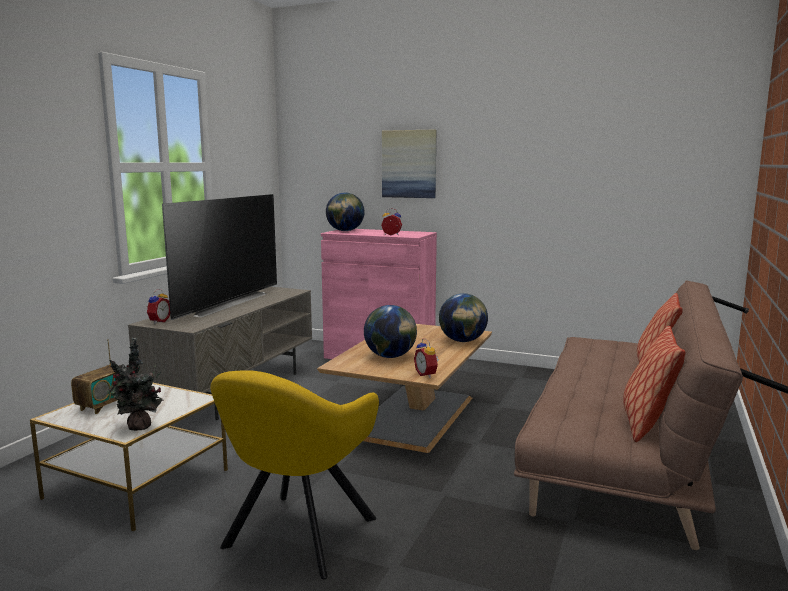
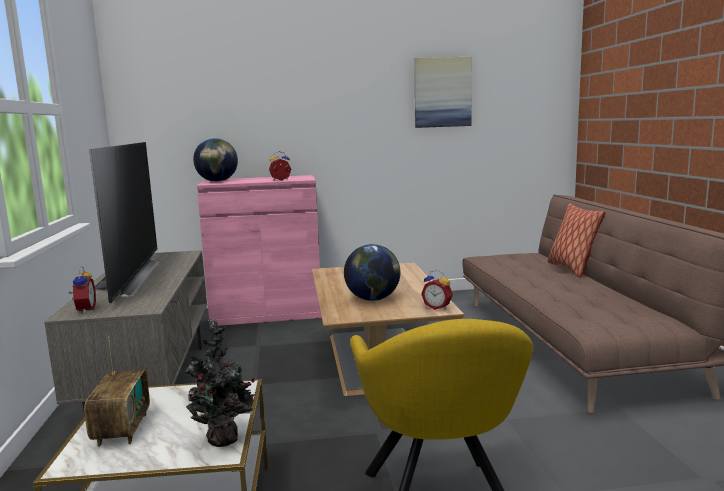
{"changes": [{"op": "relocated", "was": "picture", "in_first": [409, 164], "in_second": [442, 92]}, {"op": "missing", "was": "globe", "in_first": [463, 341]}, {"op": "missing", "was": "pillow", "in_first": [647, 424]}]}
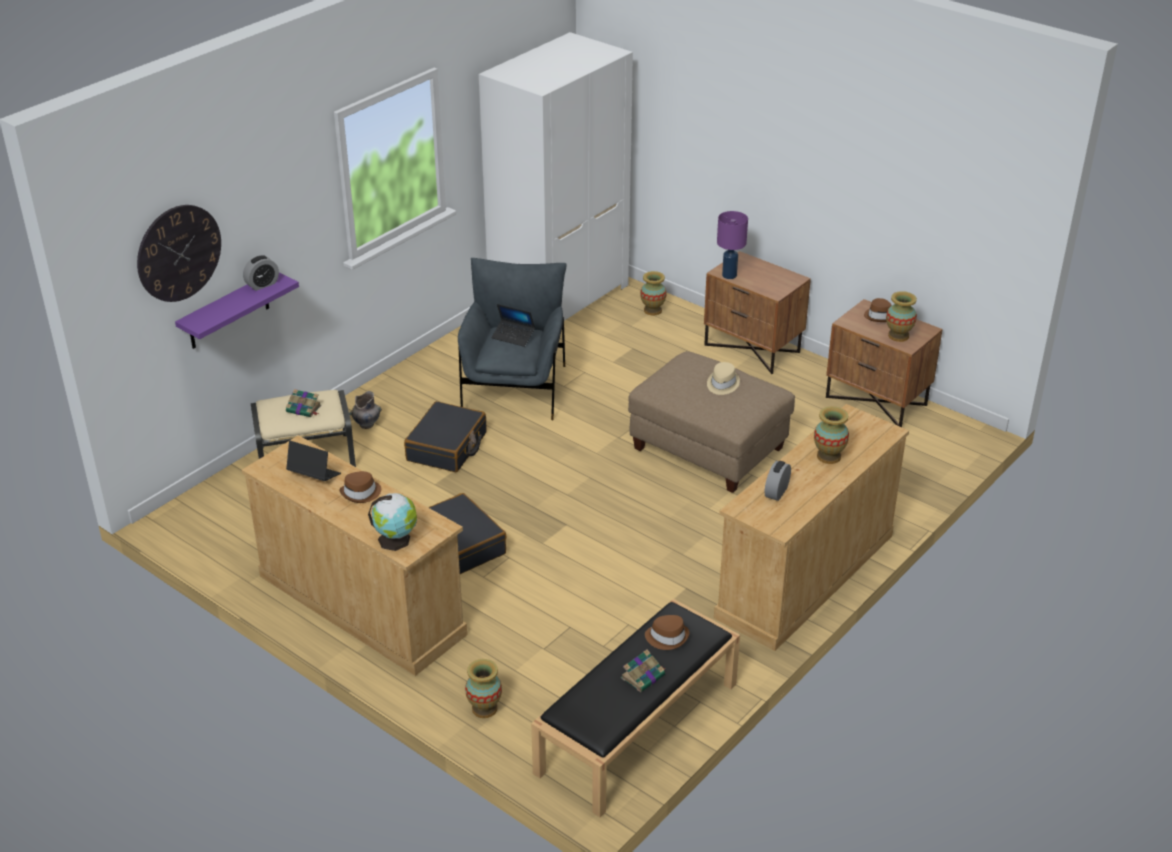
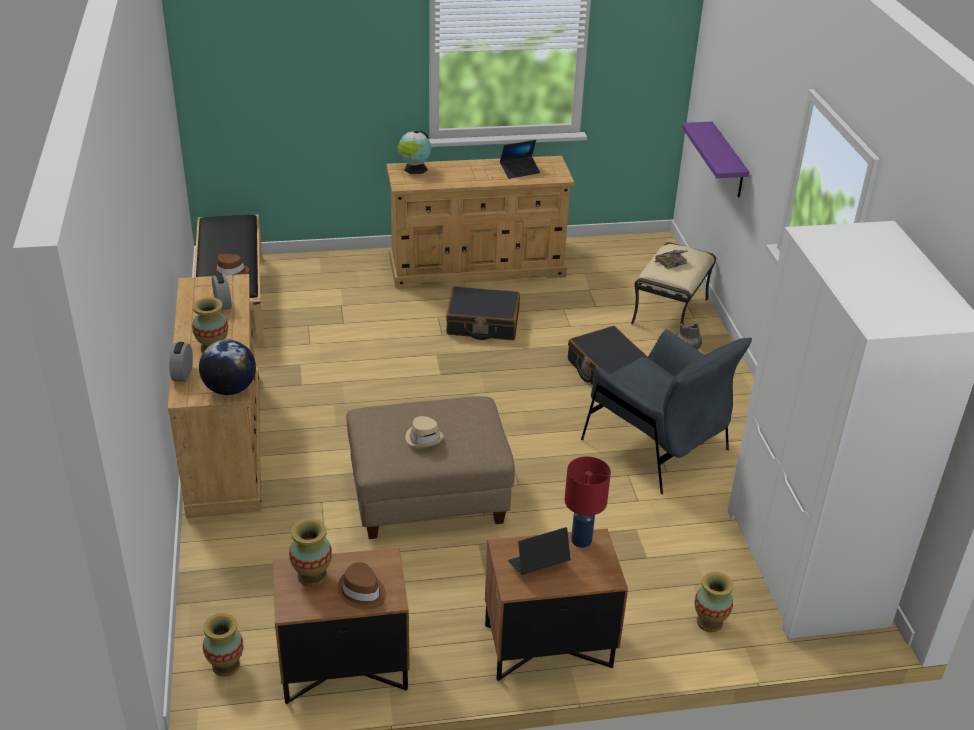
{"changes": [{"op": "missing", "was": "wall clock", "in_first": [179, 253]}, {"op": "relocated", "was": "alarm clock", "in_first": [262, 284], "in_second": [183, 374]}, {"op": "missing", "was": "brown hat", "in_first": [361, 493]}, {"op": "relocated", "was": "vase", "in_first": [484, 709], "in_second": [226, 665]}, {"op": "relocated", "was": "laptop", "in_first": [513, 336], "in_second": [538, 565]}, {"op": "missing", "was": "book", "in_first": [643, 676]}, {"op": "colour", "was": "purple table lamp", "now": "red table lamp", "in_first": [730, 275], "in_second": [581, 540]}, {"op": "appeared", "now": "globe", "in_second": [230, 389]}]}
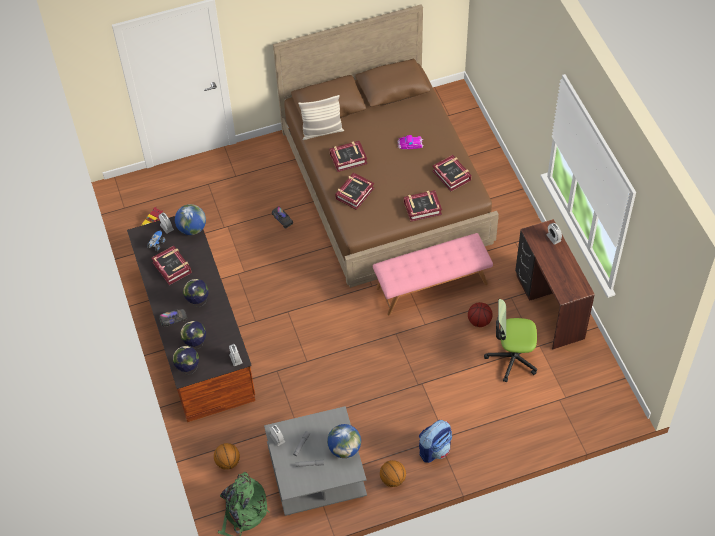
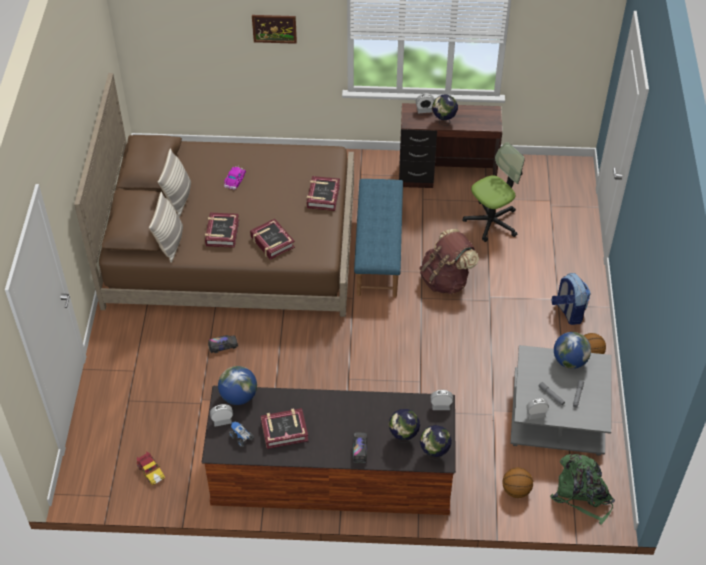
{"changes": [{"op": "relocated", "was": "globe", "in_first": [198, 302], "in_second": [444, 122]}, {"op": "colour", "was": "pink bench", "now": "blue bench", "in_first": [431, 285], "in_second": [378, 251]}, {"op": "missing", "was": "book", "in_first": [452, 175]}, {"op": "missing", "was": "basketball", "in_first": [479, 321]}, {"op": "spun", "was": "office chair", "in_first": [512, 358], "in_second": [491, 222], "clockwise": -150}, {"op": "appeared", "now": "pillow", "in_second": [178, 199]}, {"op": "appeared", "now": "picture", "in_second": [274, 28]}, {"op": "appeared", "now": "brown backpack", "in_second": [446, 280]}]}
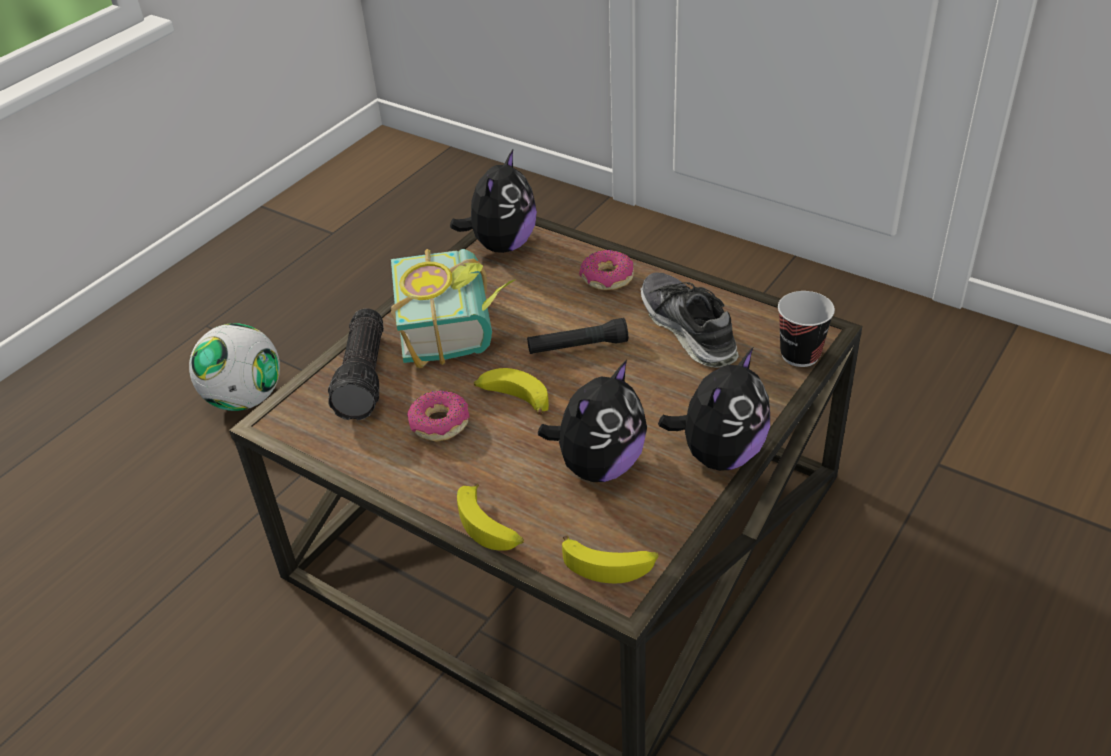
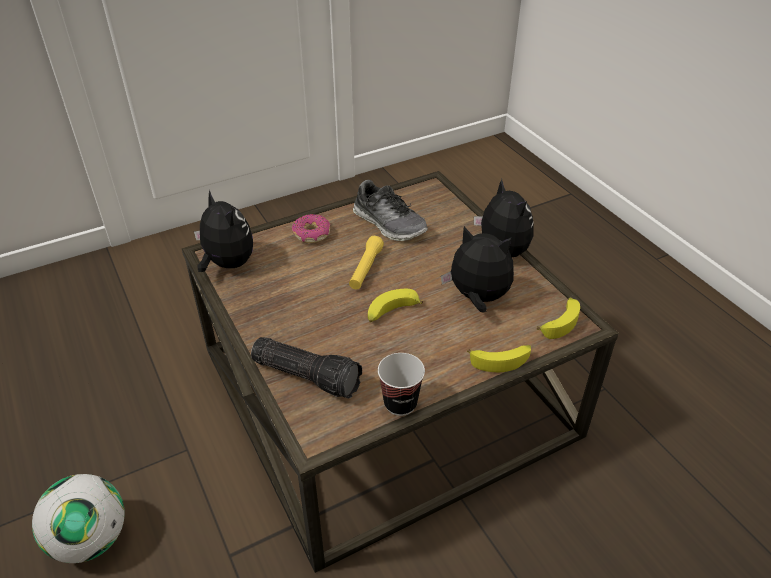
{"changes": [{"op": "missing", "was": "book", "in_first": [458, 327]}, {"op": "missing", "was": "donut", "in_first": [439, 423]}, {"op": "colour", "was": "black flashlight", "now": "yellow flashlight", "in_first": [577, 346], "in_second": [365, 269]}, {"op": "spun", "was": "plush toy", "in_first": [599, 465], "in_second": [477, 298], "clockwise": -45}, {"op": "spun", "was": "shoe", "in_first": [687, 330], "in_second": [389, 224], "clockwise": -135}, {"op": "relocated", "was": "cup", "in_first": [800, 355], "in_second": [400, 403]}]}
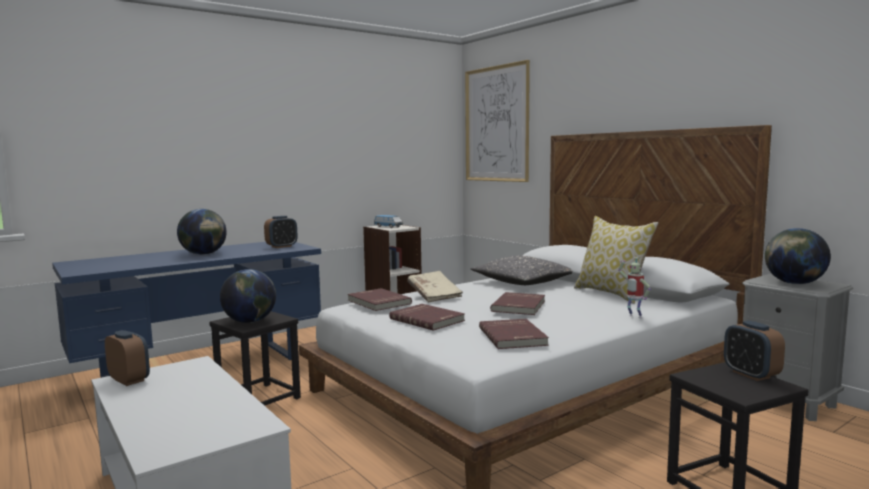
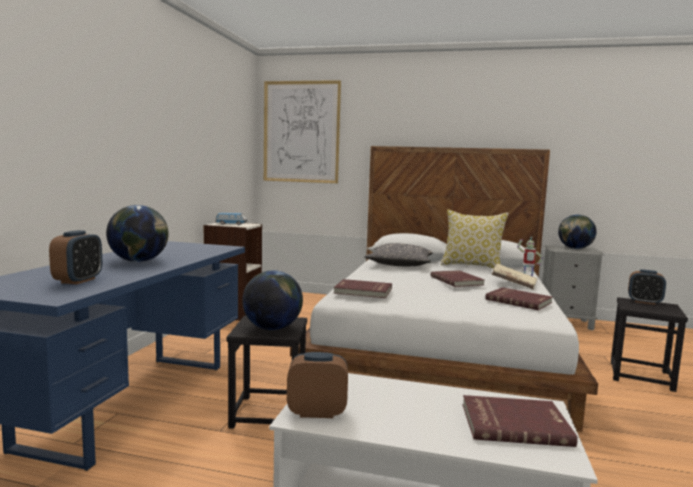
{"changes": [{"op": "relocated", "was": "alarm clock", "in_first": [281, 246], "in_second": [78, 281]}, {"op": "relocated", "was": "red book", "in_first": [428, 319], "in_second": [514, 423]}, {"op": "relocated", "was": "beige book", "in_first": [434, 295], "in_second": [513, 284]}]}
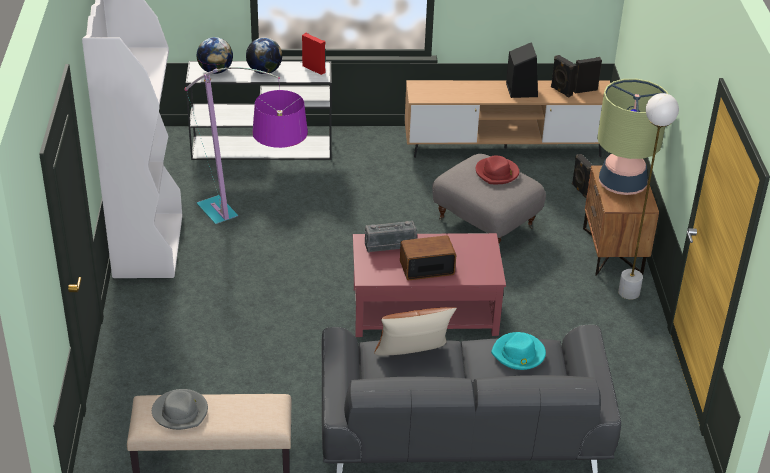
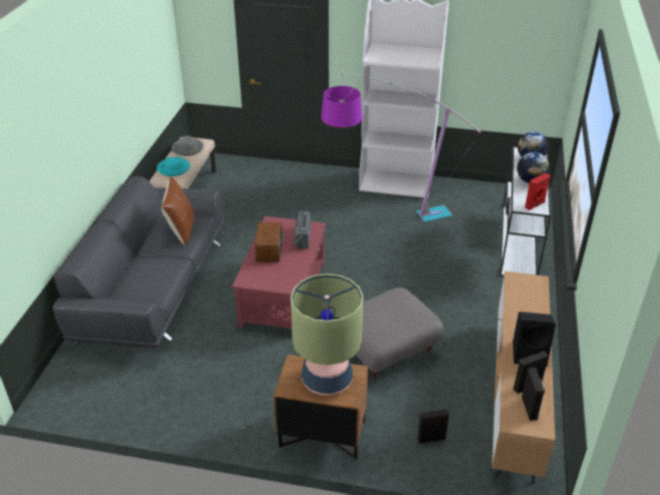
{"changes": [{"op": "missing", "was": "red hat", "in_first": [497, 173]}, {"op": "relocated", "was": "turquoise hat", "in_first": [519, 354], "in_second": [173, 168]}, {"op": "missing", "was": "white floor lamp", "in_first": [628, 293]}]}
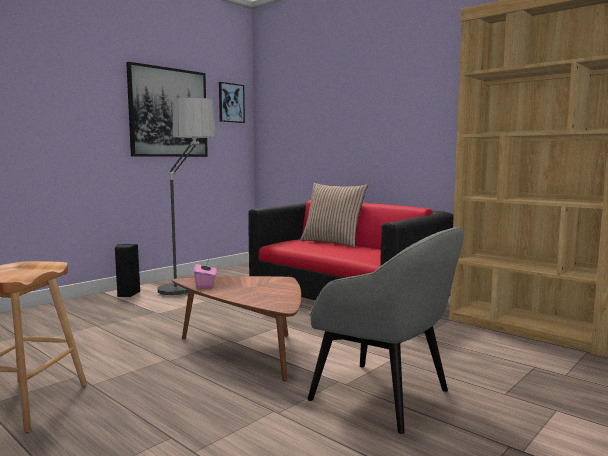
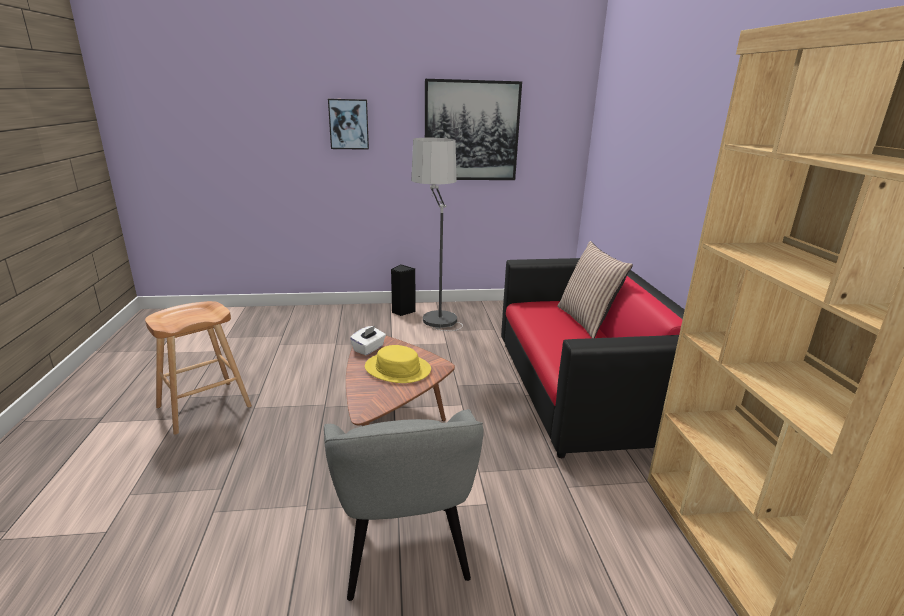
{"changes": [{"op": "colour", "was": "pink tissue box", "now": "white tissue box", "in_first": [205, 284], "in_second": [369, 349]}, {"op": "relocated", "was": "picture", "in_first": [231, 103], "in_second": [348, 124]}, {"op": "appeared", "now": "yellow hat", "in_second": [398, 369]}]}
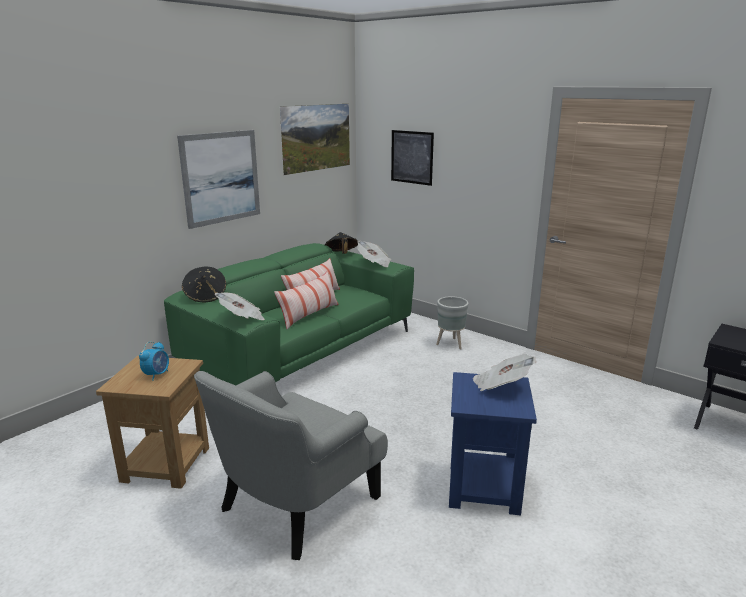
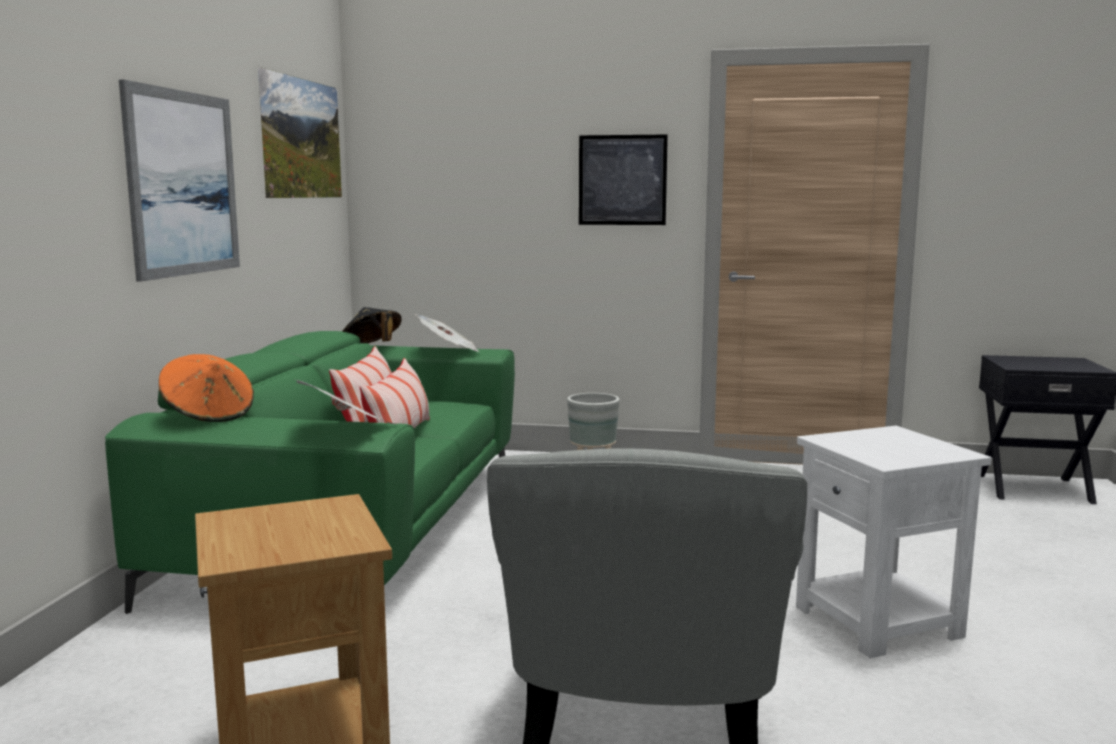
{"changes": [{"op": "missing", "was": "alarm clock", "in_first": [157, 374]}, {"op": "colour", "was": "black hat", "now": "orange hat", "in_first": [205, 296], "in_second": [209, 415]}, {"op": "relocated", "was": "picture", "in_first": [412, 157], "in_second": [622, 180]}, {"op": "colour", "was": "blue side table", "now": "white side table", "in_first": [484, 488], "in_second": [879, 622]}, {"op": "missing", "was": "newspaper", "in_first": [501, 386]}]}
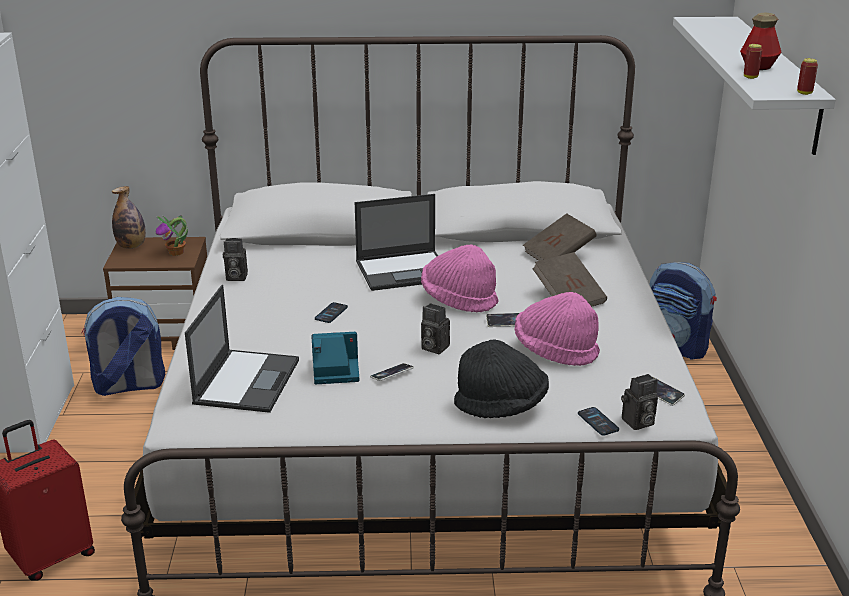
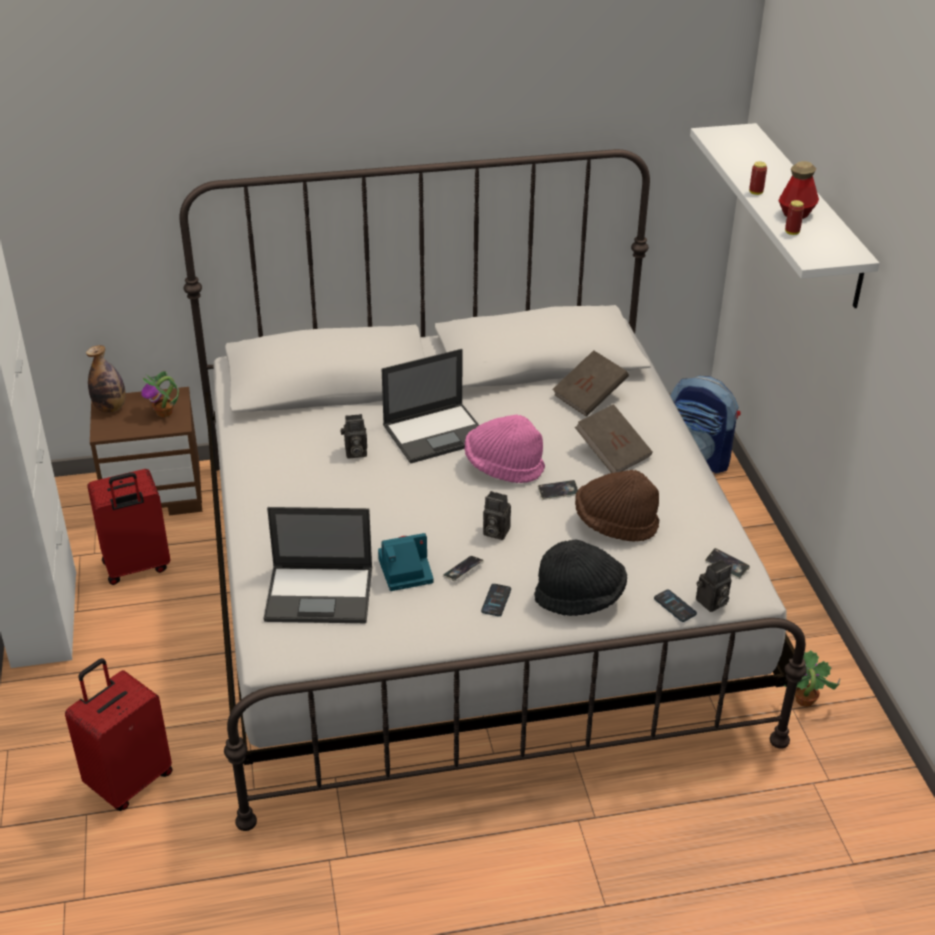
{"changes": [{"op": "exchanged", "was": "backpack", "now": "red suitcase", "in_first": [128, 386], "in_second": [136, 567]}, {"op": "spun", "was": "laptop", "in_first": [247, 380], "in_second": [321, 594], "clockwise": 90}, {"op": "relocated", "was": "photo camera", "in_first": [235, 277], "in_second": [354, 453]}, {"op": "relocated", "was": "phone", "in_first": [331, 313], "in_second": [496, 600]}, {"op": "colour", "was": "pink hat", "now": "brown hat", "in_first": [555, 351], "in_second": [615, 524]}, {"op": "relocated", "was": "can", "in_first": [804, 93], "in_second": [756, 192]}, {"op": "appeared", "now": "potted plant", "in_second": [804, 700]}]}
